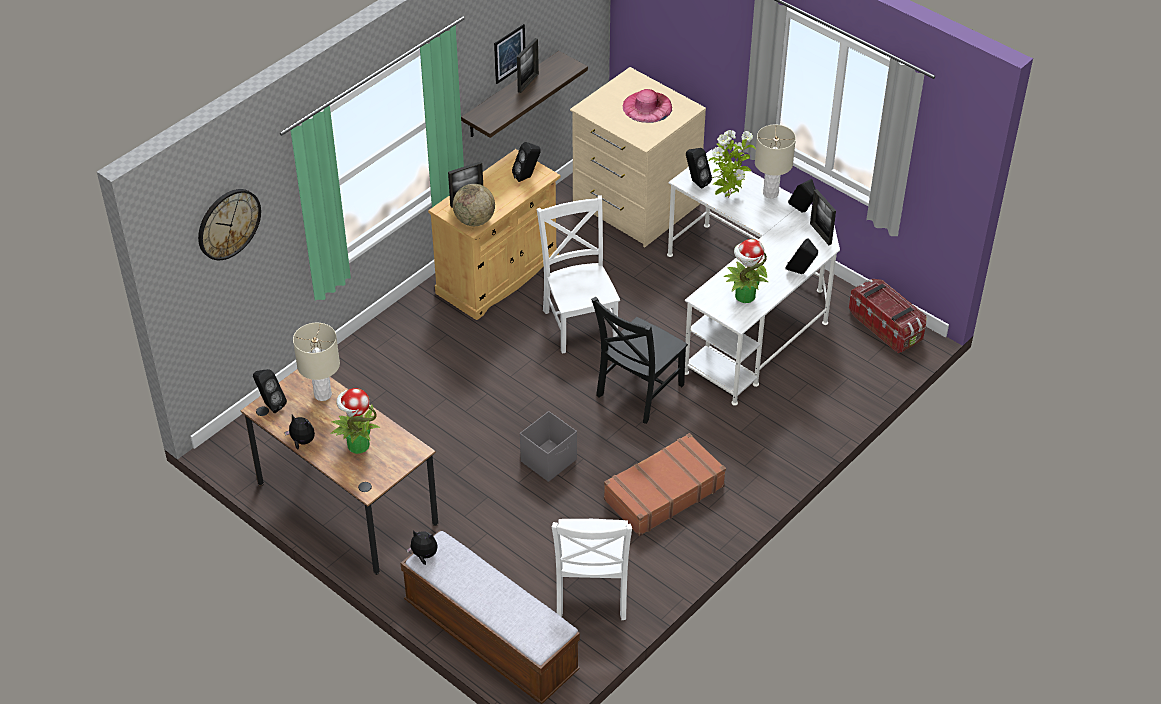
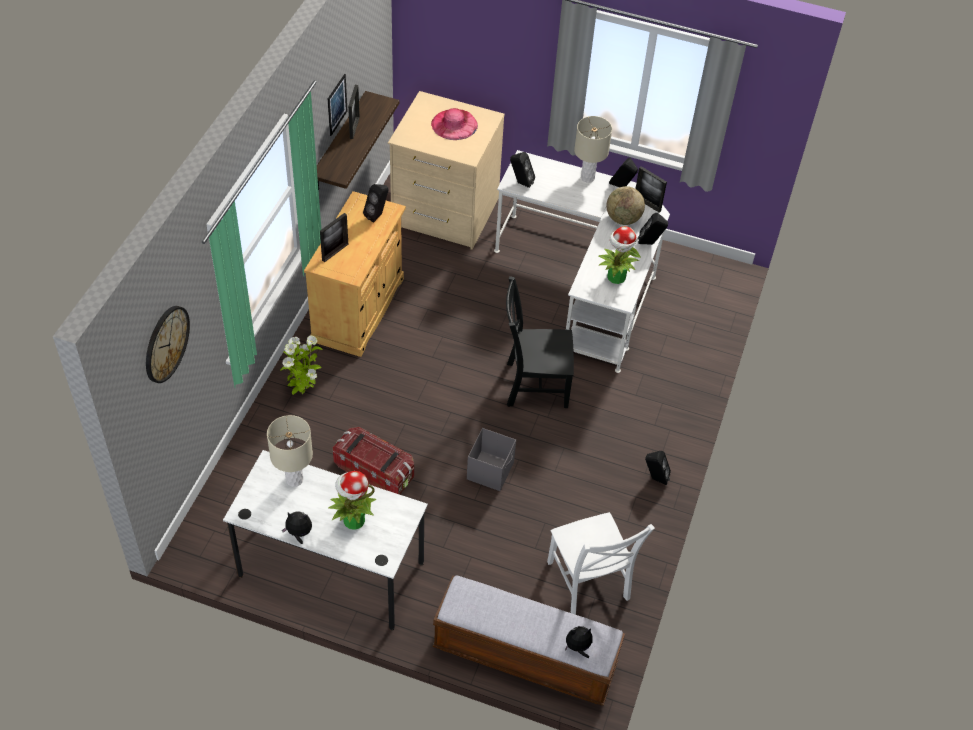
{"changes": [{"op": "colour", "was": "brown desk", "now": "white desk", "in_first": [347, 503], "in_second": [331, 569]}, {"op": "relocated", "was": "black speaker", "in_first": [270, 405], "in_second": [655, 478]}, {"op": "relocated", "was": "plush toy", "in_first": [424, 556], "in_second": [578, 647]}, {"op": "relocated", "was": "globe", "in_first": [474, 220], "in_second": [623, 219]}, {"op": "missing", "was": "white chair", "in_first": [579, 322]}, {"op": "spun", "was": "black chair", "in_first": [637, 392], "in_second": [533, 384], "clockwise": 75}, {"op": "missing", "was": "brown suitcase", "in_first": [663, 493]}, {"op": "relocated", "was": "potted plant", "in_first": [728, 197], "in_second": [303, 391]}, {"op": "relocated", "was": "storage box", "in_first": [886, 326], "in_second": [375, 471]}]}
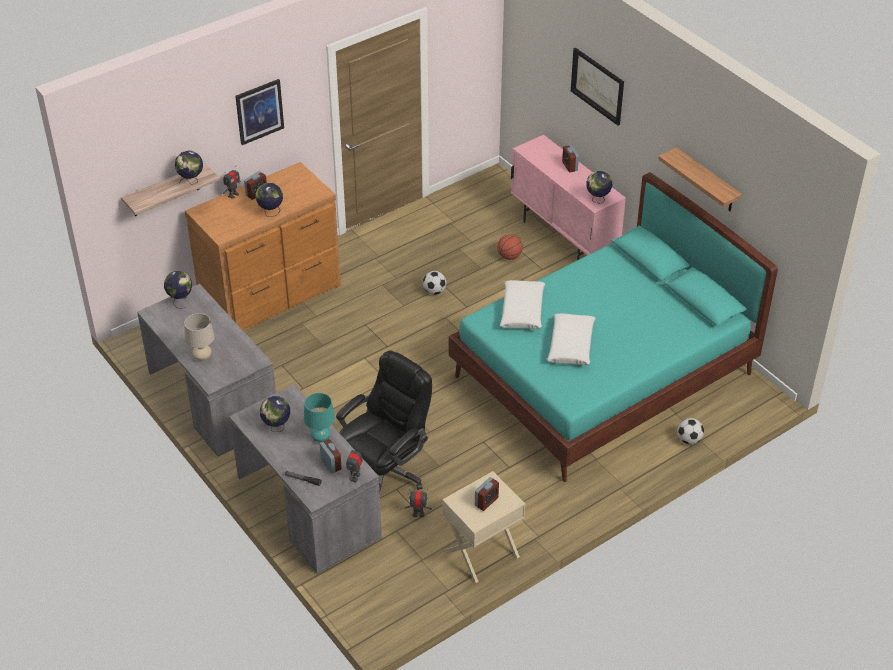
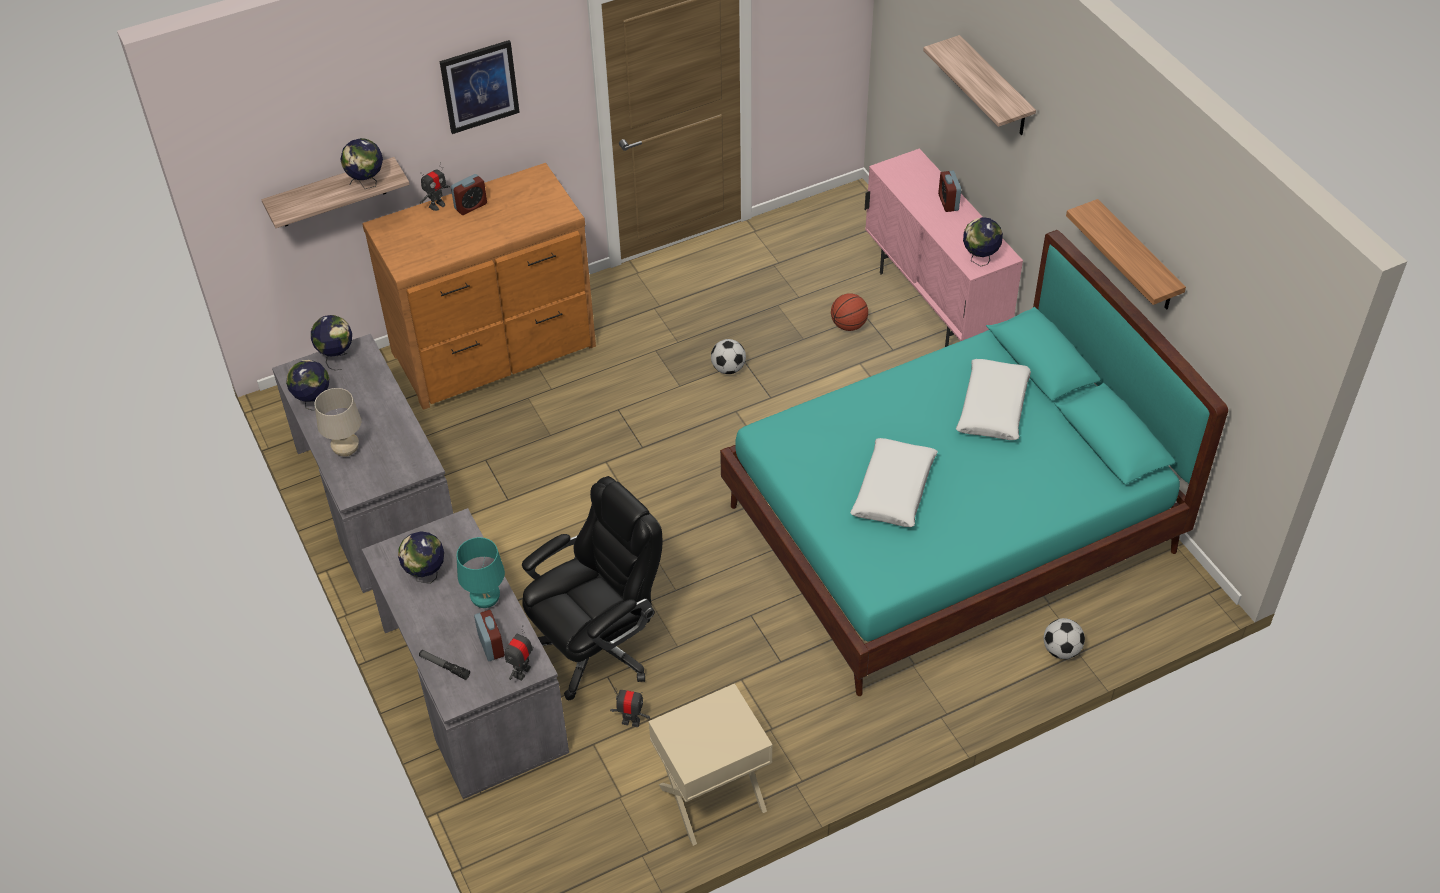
{"changes": [{"op": "relocated", "was": "globe", "in_first": [270, 212], "in_second": [314, 403]}, {"op": "missing", "was": "alarm clock", "in_first": [486, 501]}, {"op": "relocated", "was": "white pillow", "in_first": [522, 310], "in_second": [993, 407]}, {"op": "exchanged", "was": "picture", "now": "shelf", "in_first": [597, 85], "in_second": [994, 88]}]}
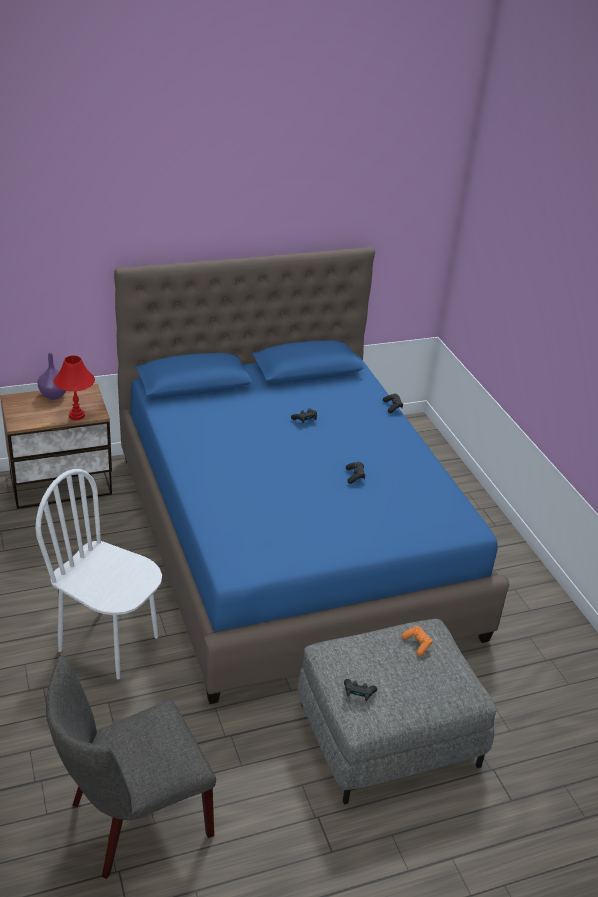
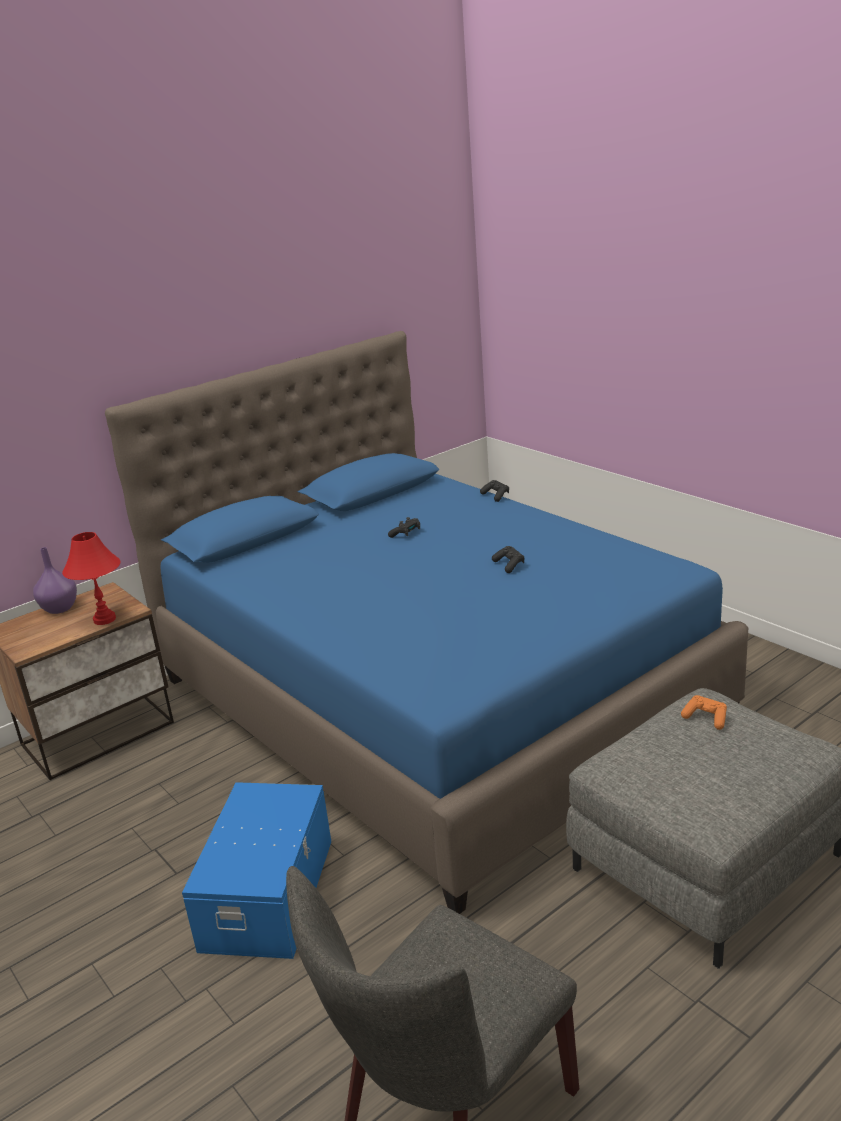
{"changes": [{"op": "exchanged", "was": "white chair", "now": "blue storage box", "in_first": [109, 643], "in_second": [270, 893]}, {"op": "missing", "was": "black game controller", "in_first": [358, 693]}]}
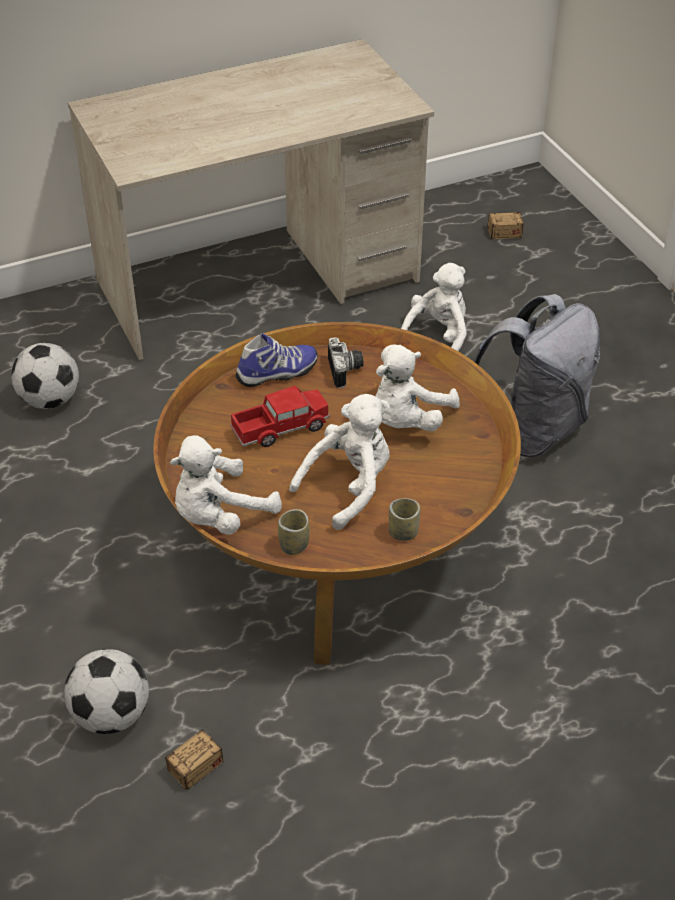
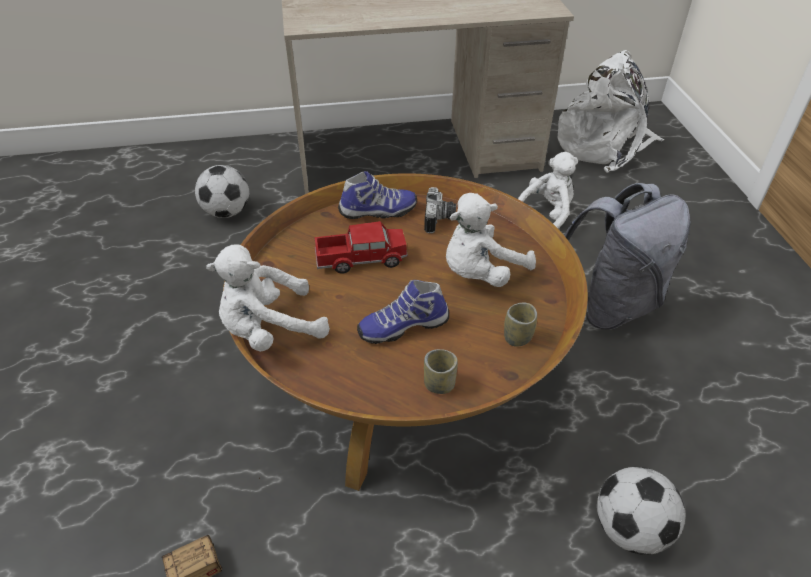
{"changes": [{"op": "relocated", "was": "football", "in_first": [111, 715], "in_second": [630, 528]}, {"op": "relocated", "was": "cup", "in_first": [294, 545], "in_second": [517, 337]}, {"op": "exchanged", "was": "white plush toy", "now": "shoe", "in_first": [349, 486], "in_second": [403, 326]}, {"op": "exchanged", "was": "storage box", "now": "white backpack", "in_first": [483, 234], "in_second": [604, 145]}]}
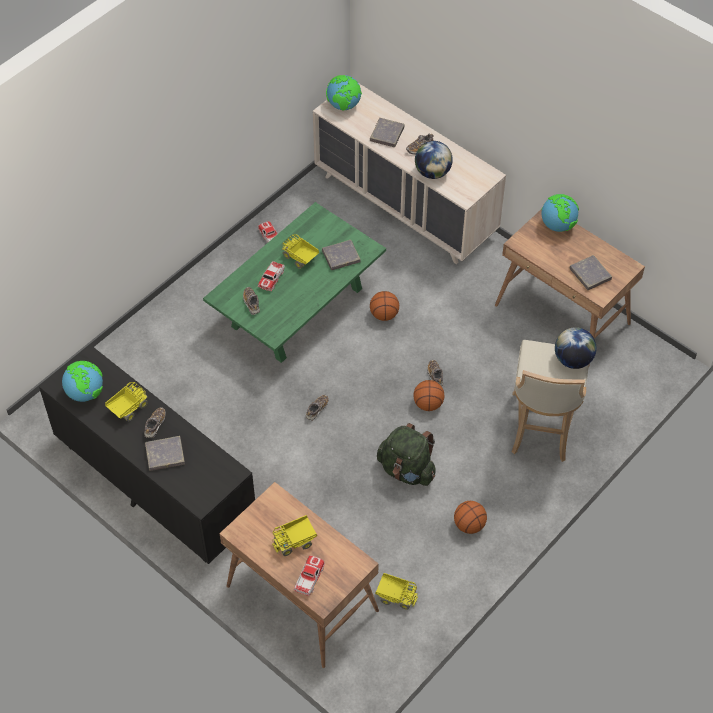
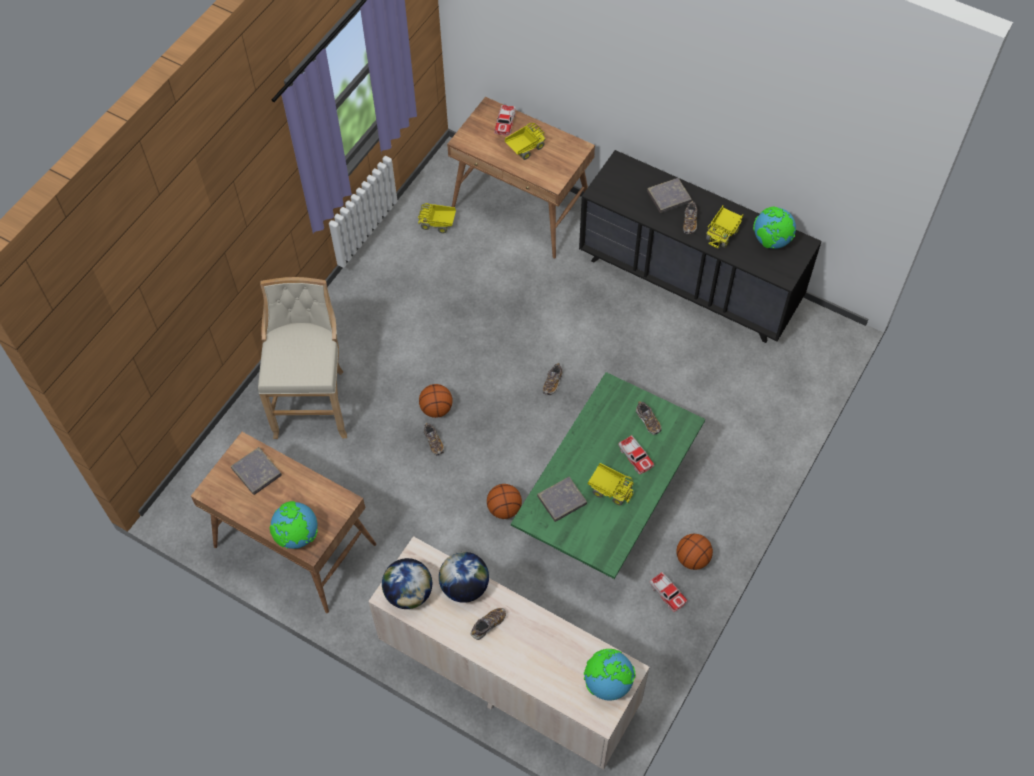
{"changes": [{"op": "spun", "was": "toy car", "in_first": [271, 278], "in_second": [635, 456], "clockwise": 135}, {"op": "missing", "was": "grey book", "in_first": [387, 134]}, {"op": "missing", "was": "green backpack", "in_first": [407, 470]}, {"op": "relocated", "was": "basketball", "in_first": [469, 525], "in_second": [692, 558]}, {"op": "relocated", "was": "globe", "in_first": [573, 360], "in_second": [409, 593]}]}
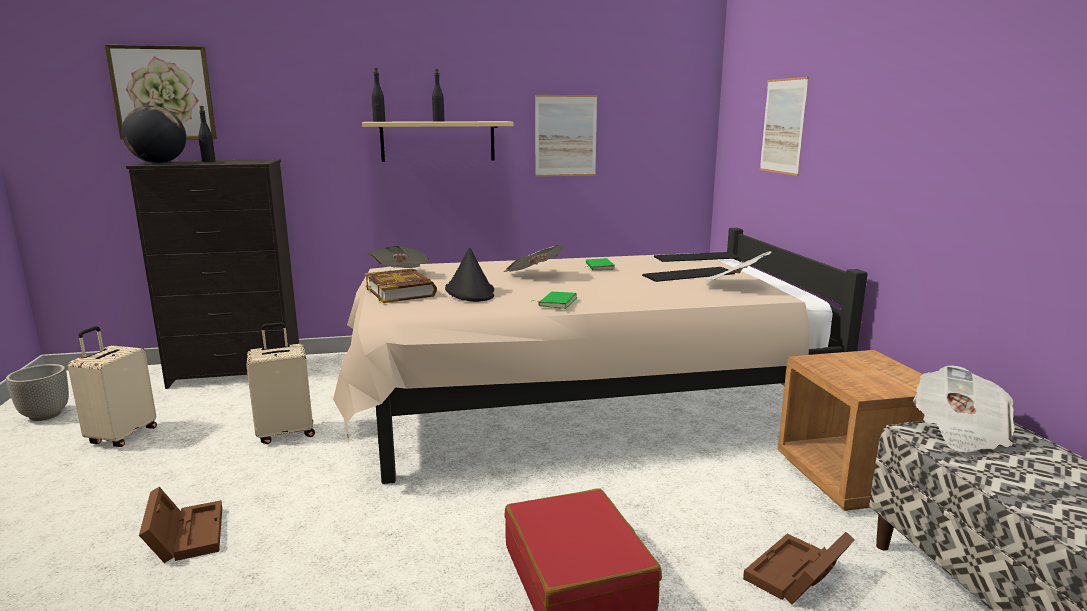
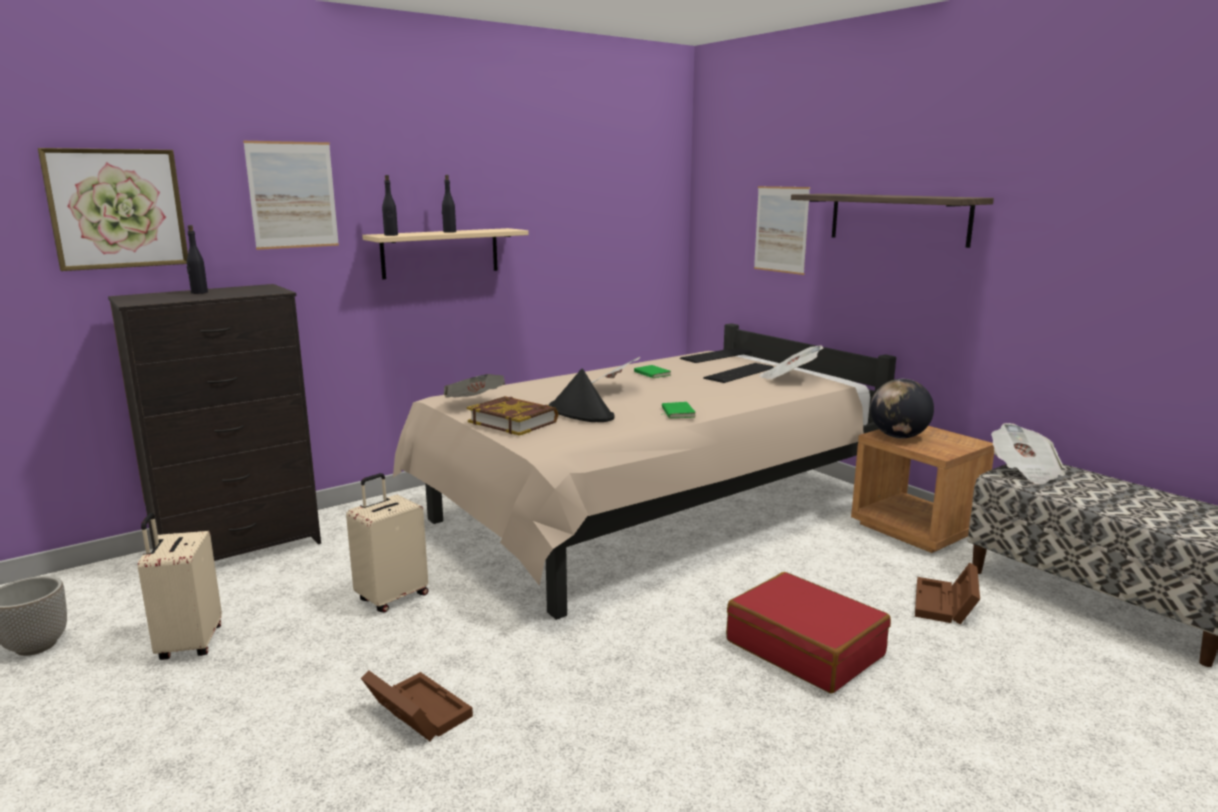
{"changes": [{"op": "relocated", "was": "globe", "in_first": [158, 163], "in_second": [898, 436]}, {"op": "relocated", "was": "picture", "in_first": [565, 136], "in_second": [292, 195]}, {"op": "appeared", "now": "shelf", "in_second": [898, 219]}]}
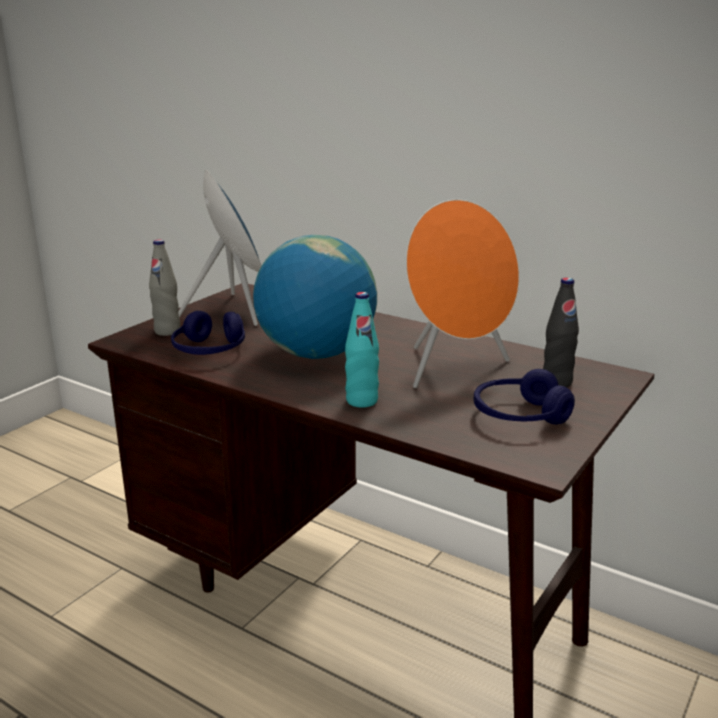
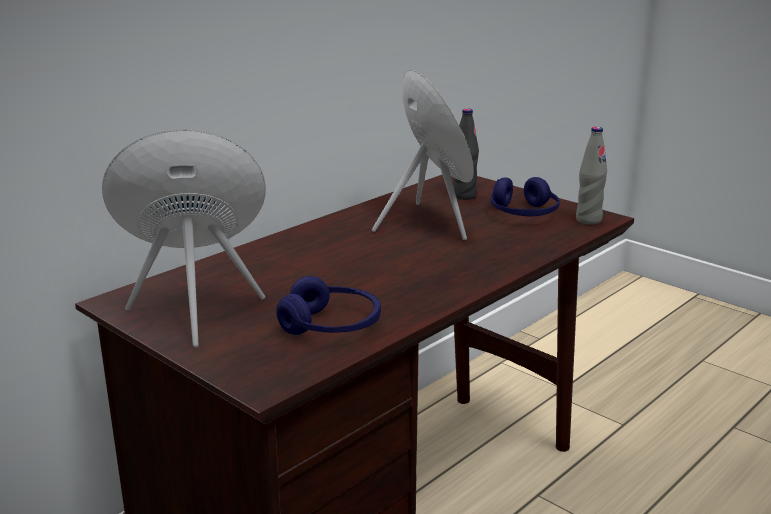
{"changes": [{"op": "relocated", "was": "grey bottle", "in_first": [167, 331], "in_second": [588, 220]}, {"op": "missing", "was": "globe", "in_first": [316, 354]}, {"op": "missing", "was": "turquoise bottle", "in_first": [362, 401]}]}
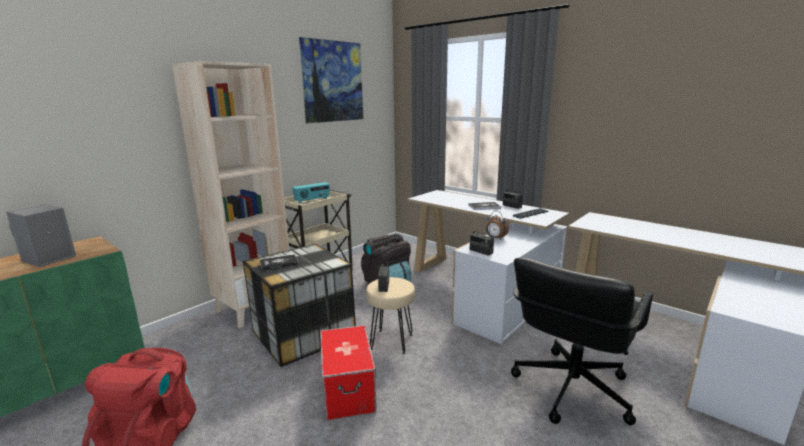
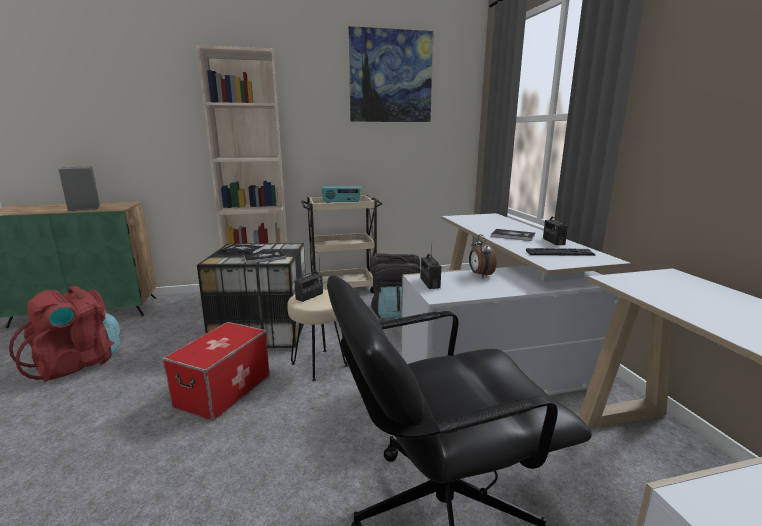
{"changes": [{"op": "appeared", "now": "book", "in_second": [264, 257]}]}
